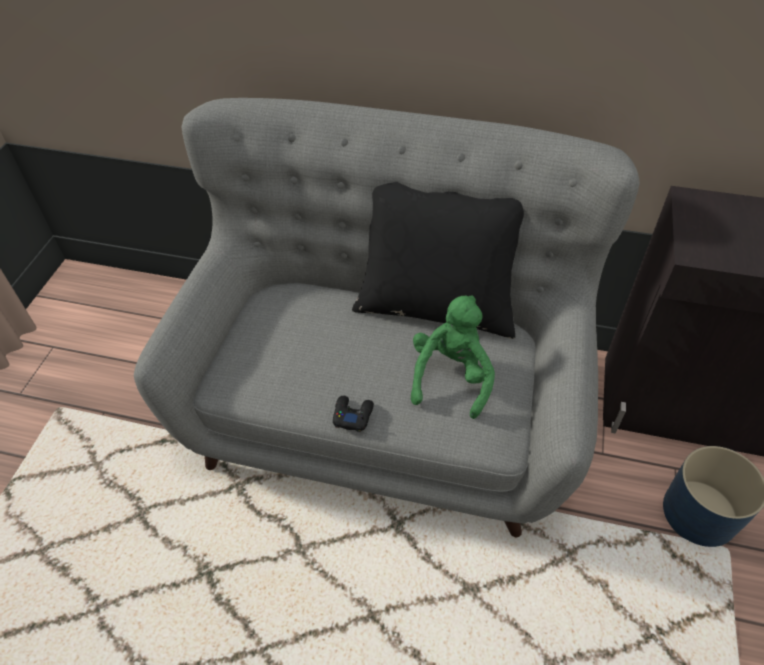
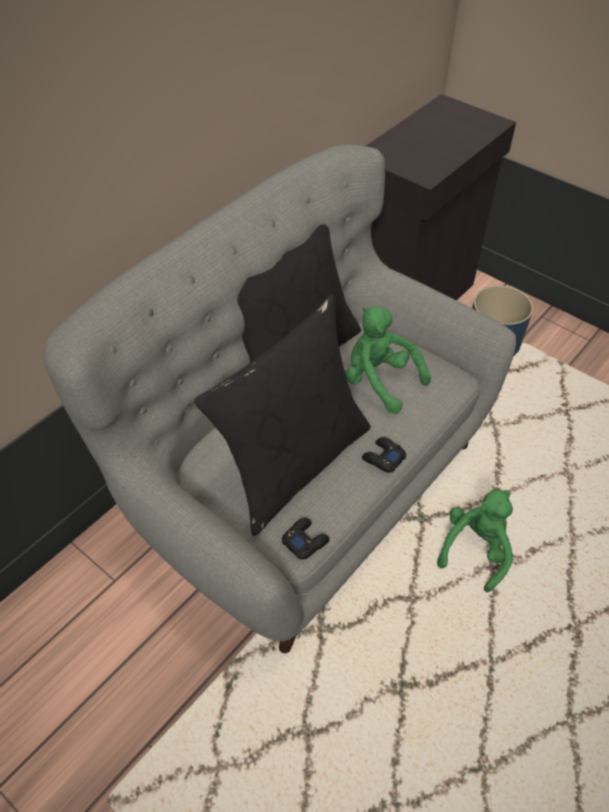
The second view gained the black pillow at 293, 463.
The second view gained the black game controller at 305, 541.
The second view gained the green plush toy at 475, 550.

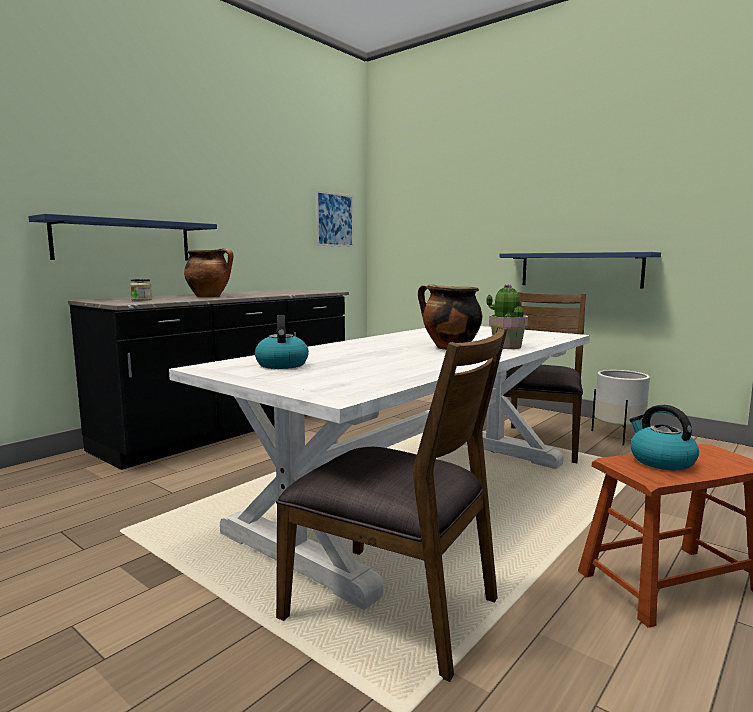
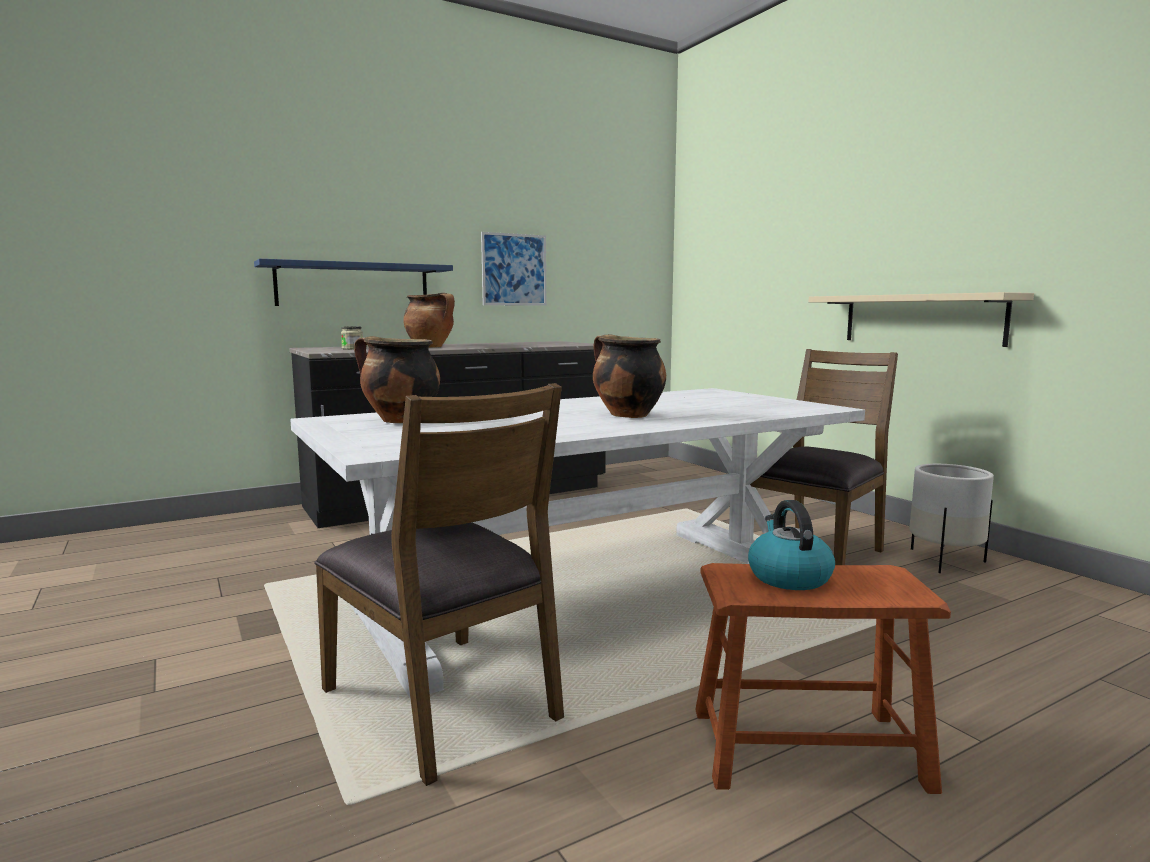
The second view lost the potted plant at 507, 346.
The picture ended up elsewhere, having gone from 335, 219 to 514, 269.
Where the kettle stood at 281, 364, the cooking pot came to stand at 399, 421.
What was the blue shelf at 580, 270 turned into the beige shelf at 921, 319.

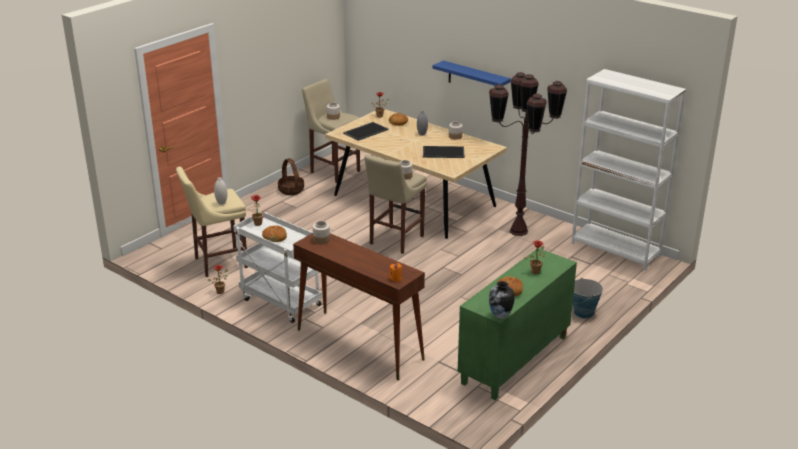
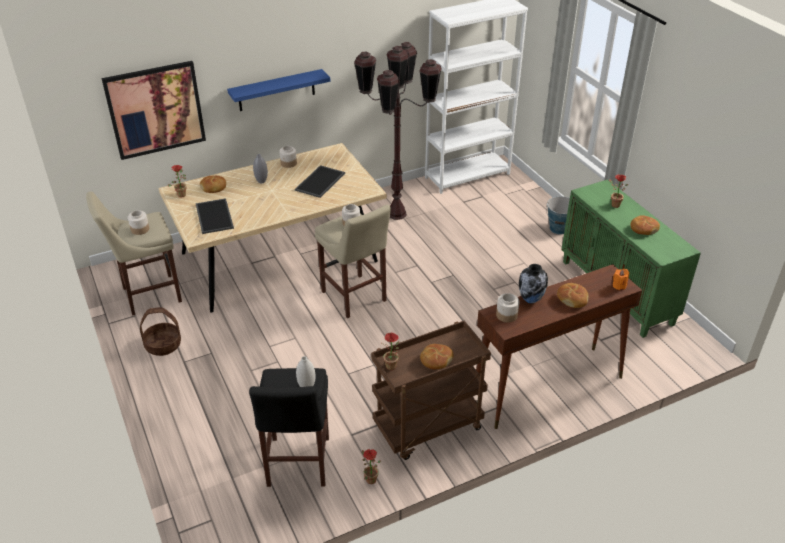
The second view gained the picture at 155, 110.
The second view gained the bread at 572, 299.
The vase ended up elsewhere, having gone from 500, 316 to 531, 300.
What was the beige stool at 218, 263 turned into the black stool at 297, 465.
What was the white cart at 279, 302 turned into the brown cart at 428, 428.

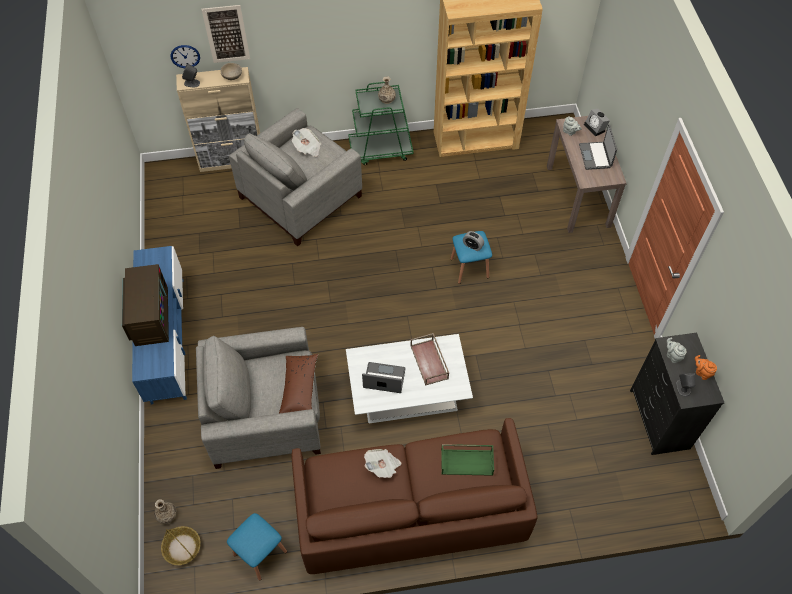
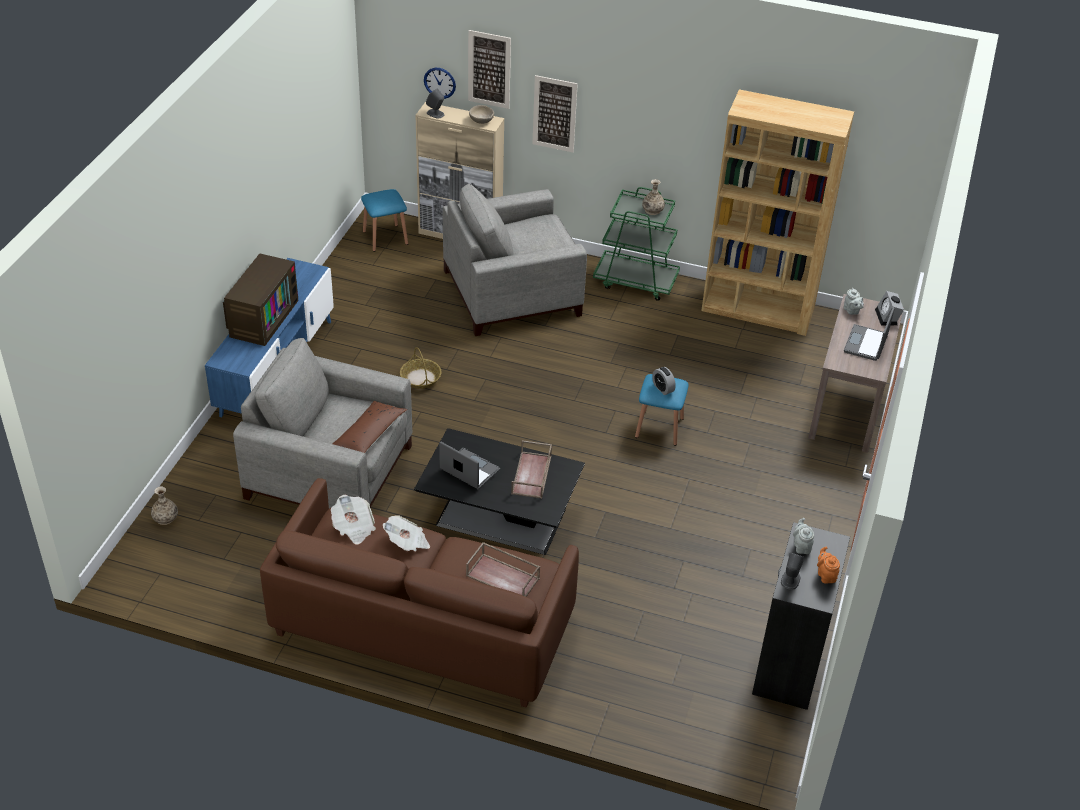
The second view gained the picture at 554, 114.
The basket ended up elsewhere, having gone from 182, 547 to 420, 378.
The blue stool ended up elsewhere, having gone from 260, 553 to 385, 238.
The newspaper ended up elsewhere, having gone from 307, 148 to 353, 528.
What was the white coffee table at 407, 394 turned into the black coffee table at 498, 516.
What was the green tray at 467, 462 turned into the brown tray at 503, 577.

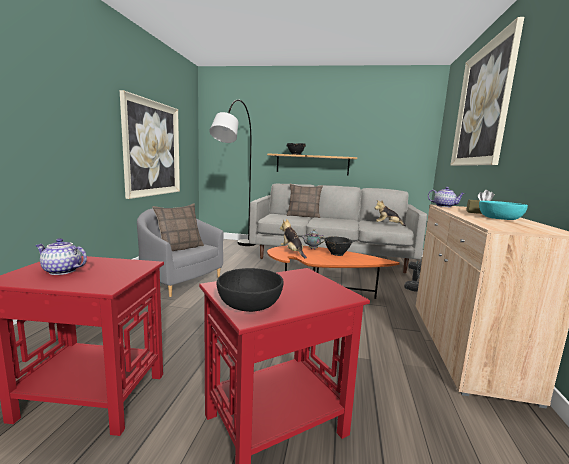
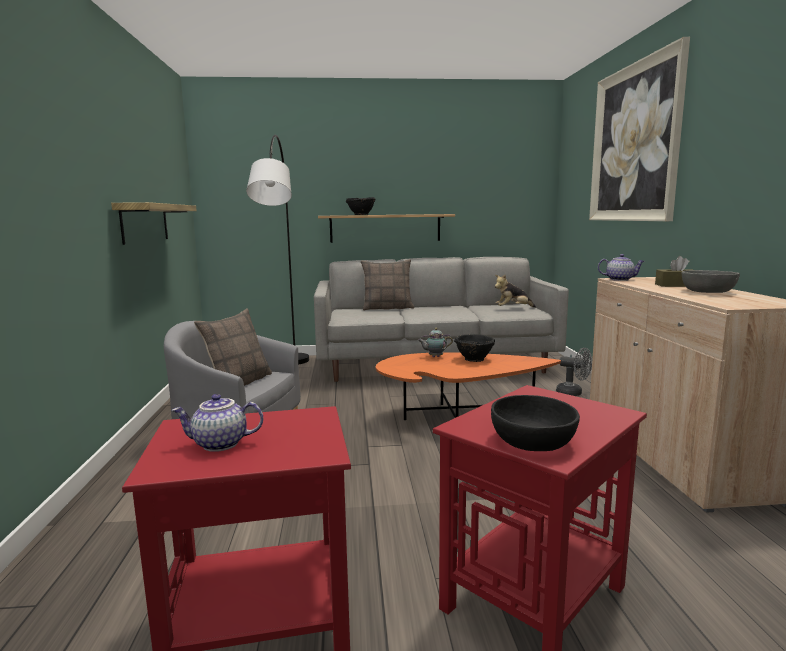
The second view lost the plush toy at 292, 252.
Where the picture hung at 152, 149, the shelf came to hang at 145, 223.
What was the turquoise bowl at 499, 218 turned into the grey bowl at 707, 291.

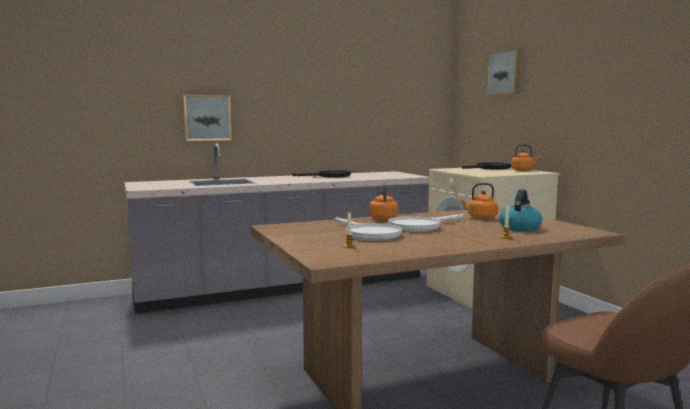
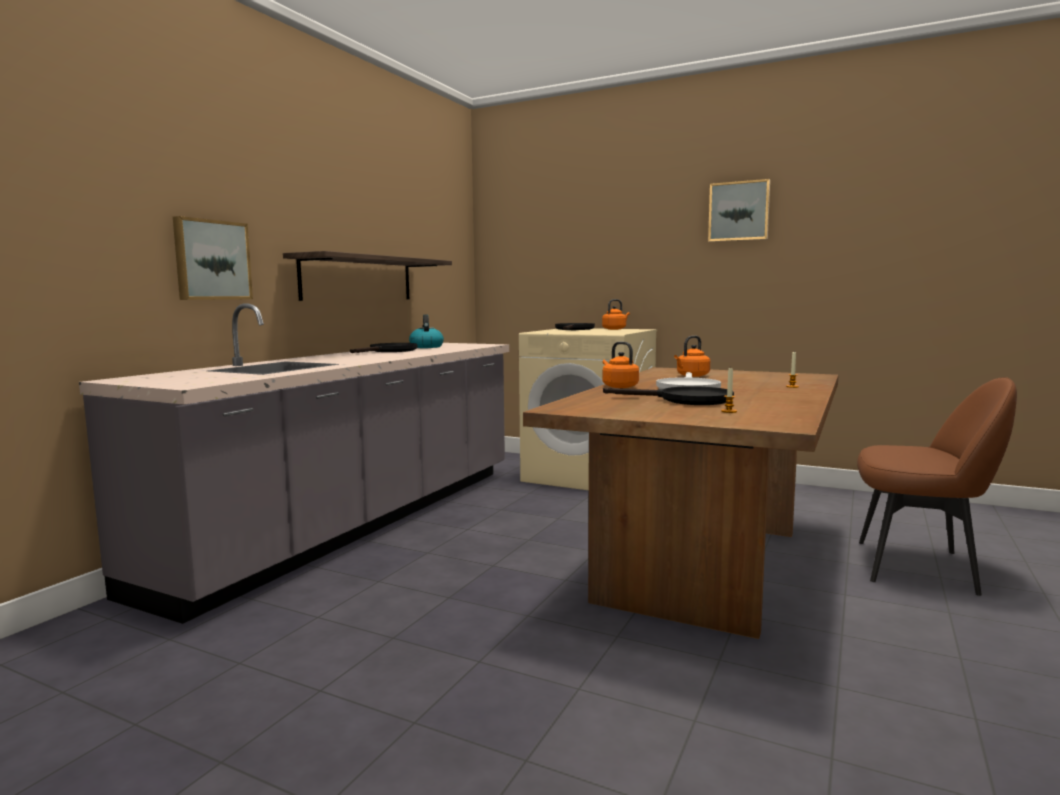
The second view gained the shelf at 358, 279.
The picture ended up elsewhere, having gone from 505, 73 to 739, 211.
The kettle ended up elsewhere, having gone from 519, 227 to 426, 347.
What was the white frying pan at 368, 234 turned into the black frying pan at 685, 400.

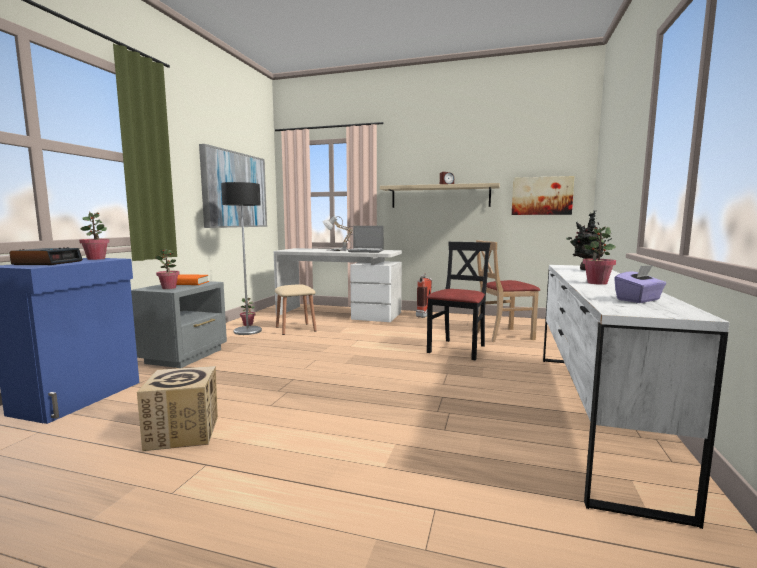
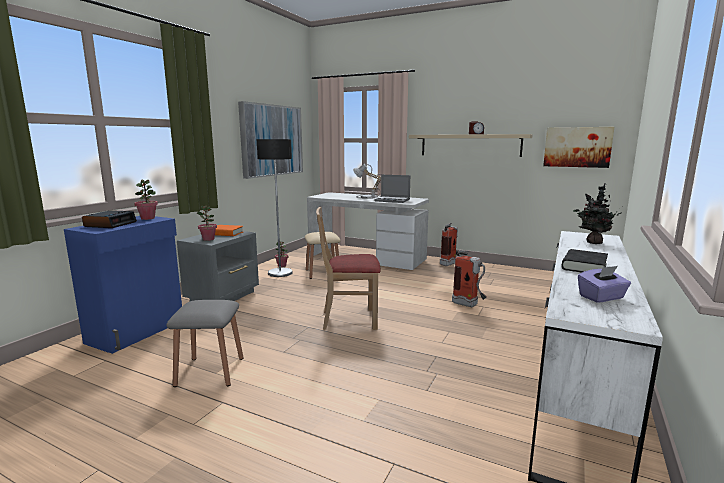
The beige chair ended up elsewhere, having gone from 503, 335 to 349, 319.
Where the cardboard box stood at 183, 432, the grey stool came to stand at 210, 371.
Where the black chair stood at 458, 349, the fire extinguisher came to stand at 469, 305.
Where the potted plant stood at 597, 283, the black book came to stand at 584, 266.

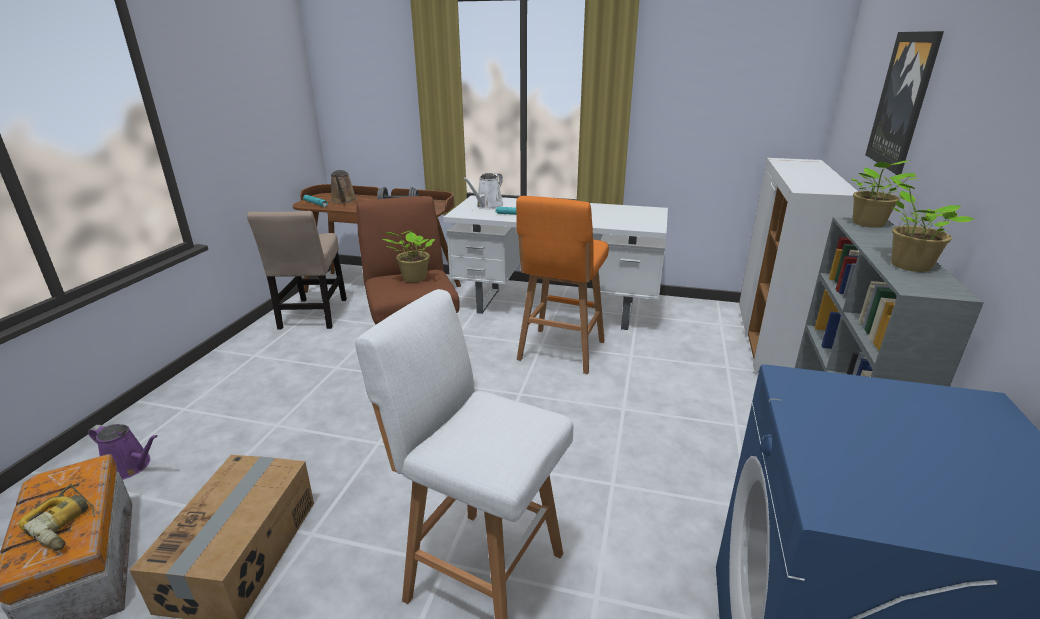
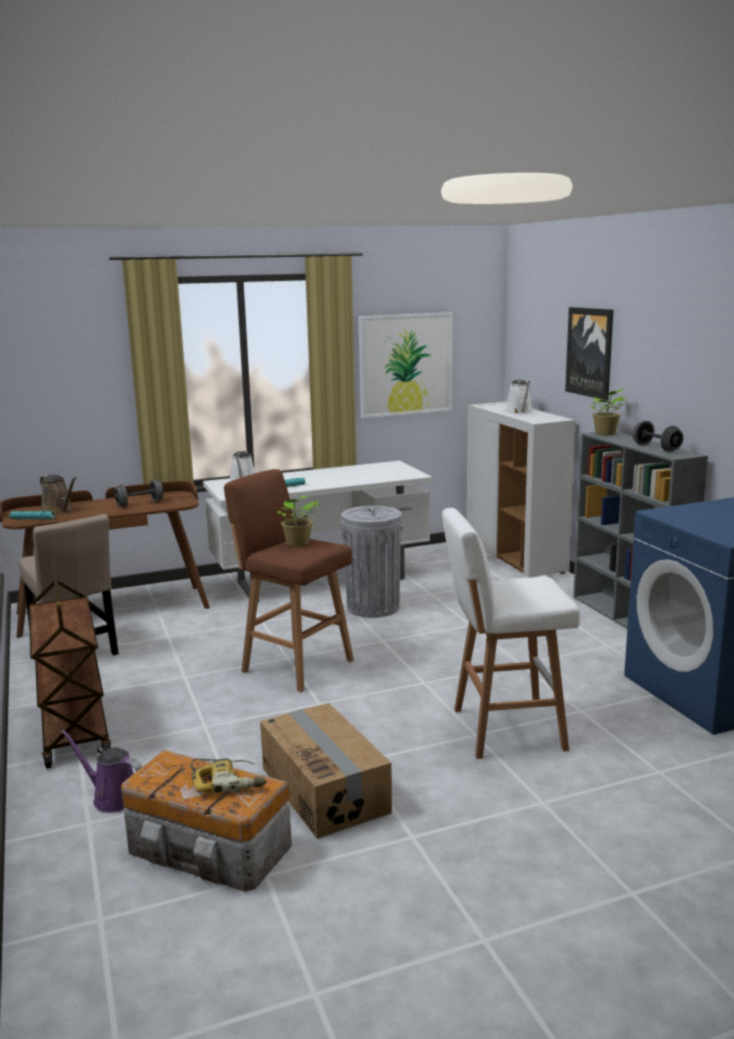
The second view gained the brown cart at 73, 727.
The second view gained the picture at 405, 364.
The second view gained the white watering can at 519, 412.
Where the orange stool stood at 560, 352, the grey trash can came to stand at 373, 607.
Where the potted plant stood at 907, 265, the grey dumbbell came to stand at 656, 448.
The purple watering can at 130, 467 ended up facing another way, 135 degrees counterclockwise from before.

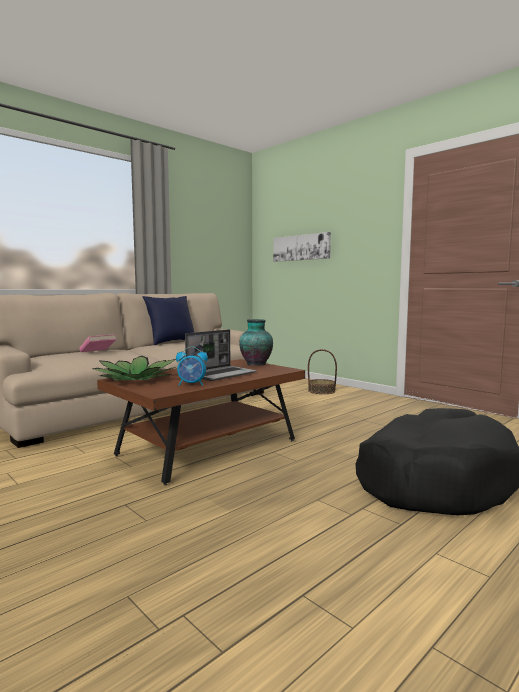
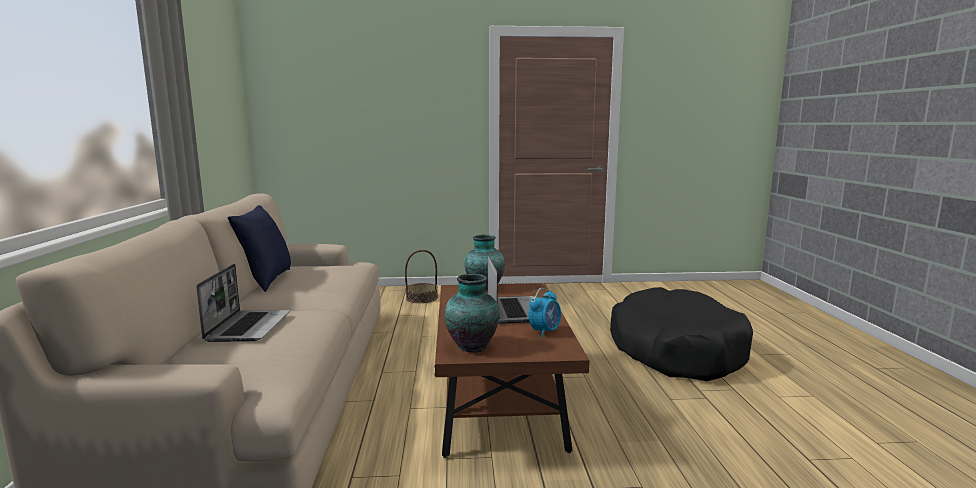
The second view lost the picture at 301, 247.
Where the pink book stood at 98, 352, the laptop came to stand at 248, 327.
Where the potted plant stood at 137, 379, the vase came to stand at 472, 346.

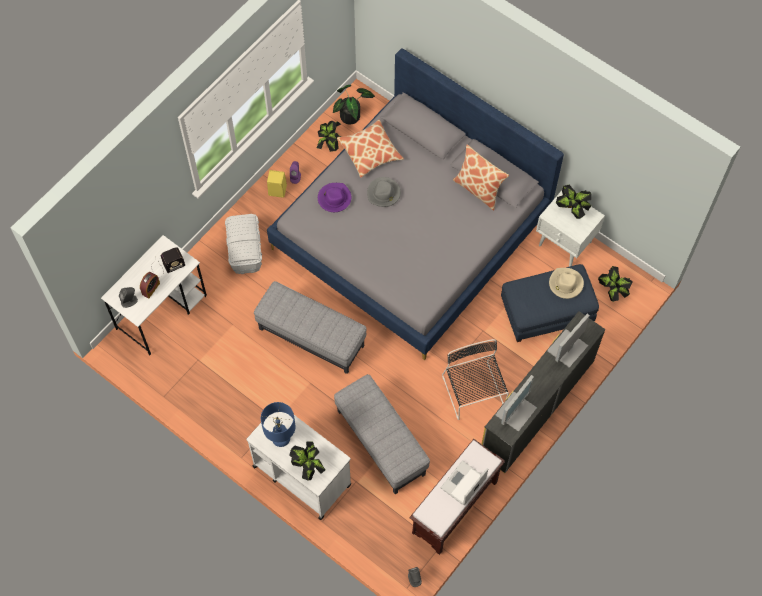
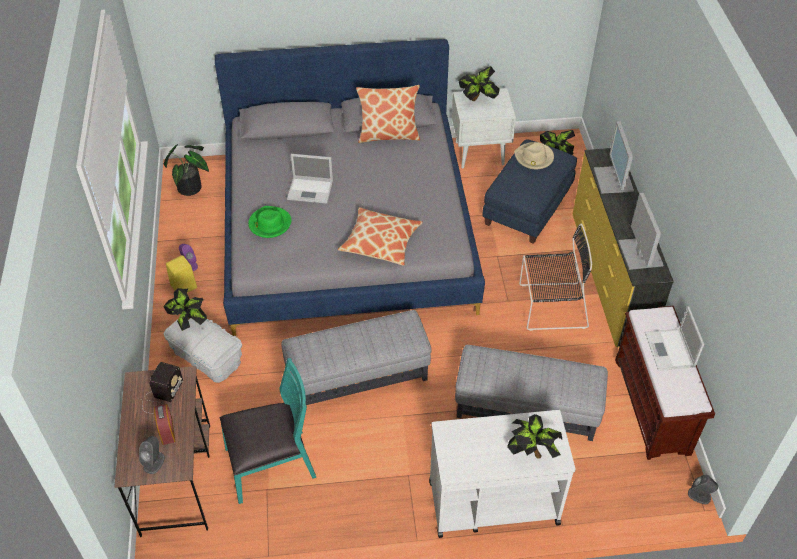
The second view lost the blue table lamp at 281, 437.
The second view gained the turquoise chair at 271, 464.
The potted plant ended up elsewhere, having gone from 329, 144 to 189, 322.
The pillow ended up elsewhere, having gone from 370, 152 to 380, 242.
Where the grey hat stood at 384, 193, the laptop came to stand at 311, 190.
What was the white desk at 162, 311 turned into the brown desk at 176, 477.
What was the purple hat at 334, 198 turned into the green hat at 269, 224.
The black chair at 474, 393 ended up facing another way, 150 degrees clockwise from before.

